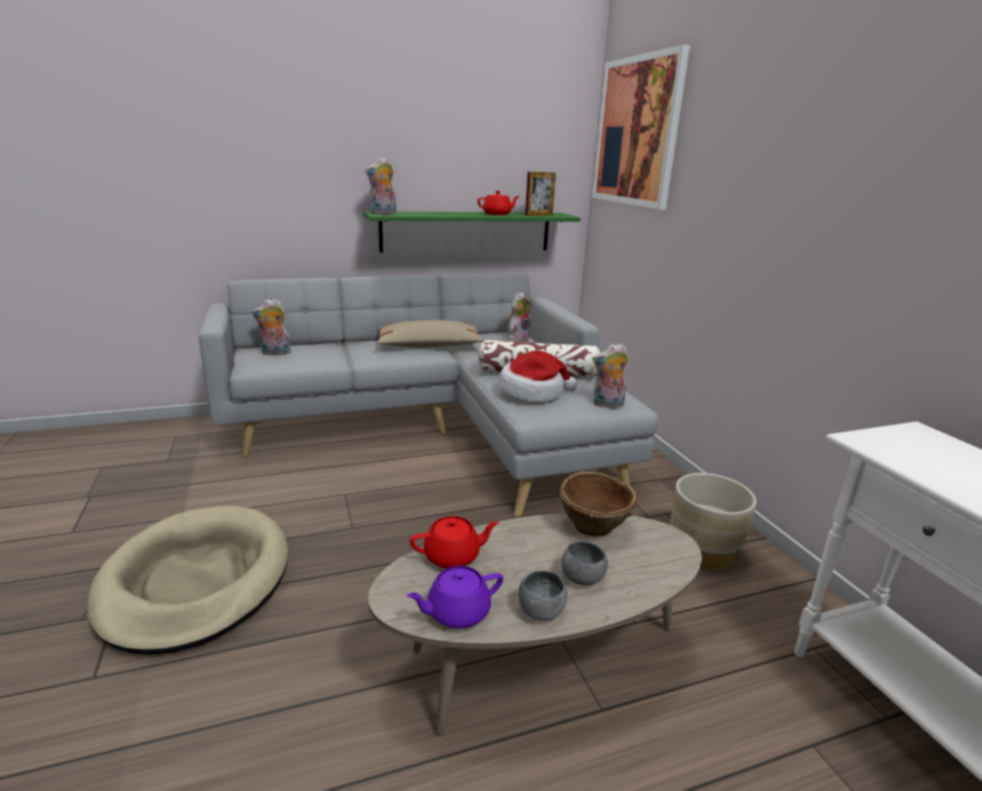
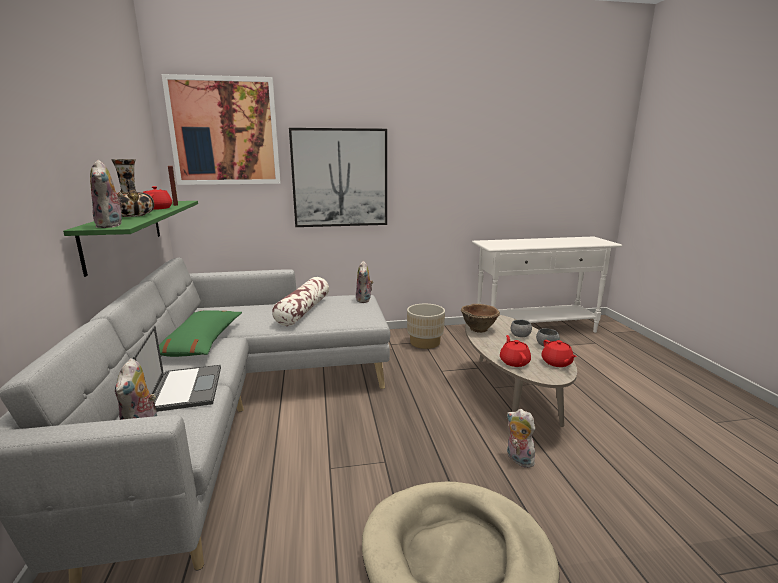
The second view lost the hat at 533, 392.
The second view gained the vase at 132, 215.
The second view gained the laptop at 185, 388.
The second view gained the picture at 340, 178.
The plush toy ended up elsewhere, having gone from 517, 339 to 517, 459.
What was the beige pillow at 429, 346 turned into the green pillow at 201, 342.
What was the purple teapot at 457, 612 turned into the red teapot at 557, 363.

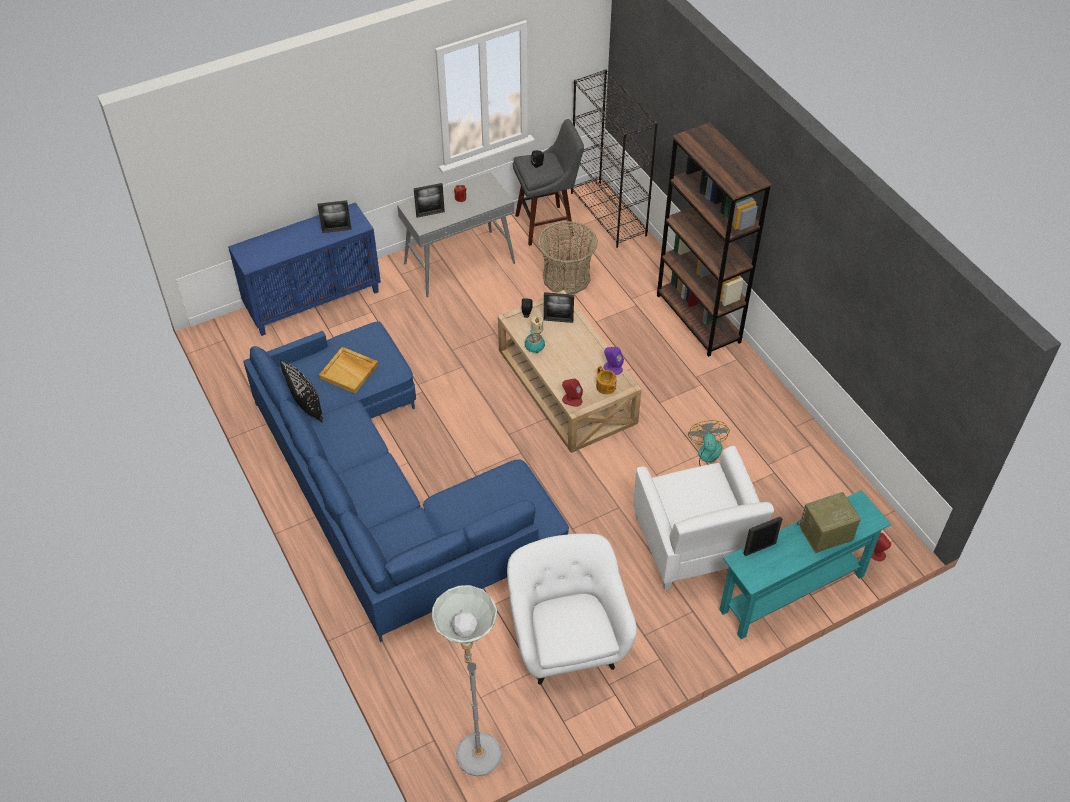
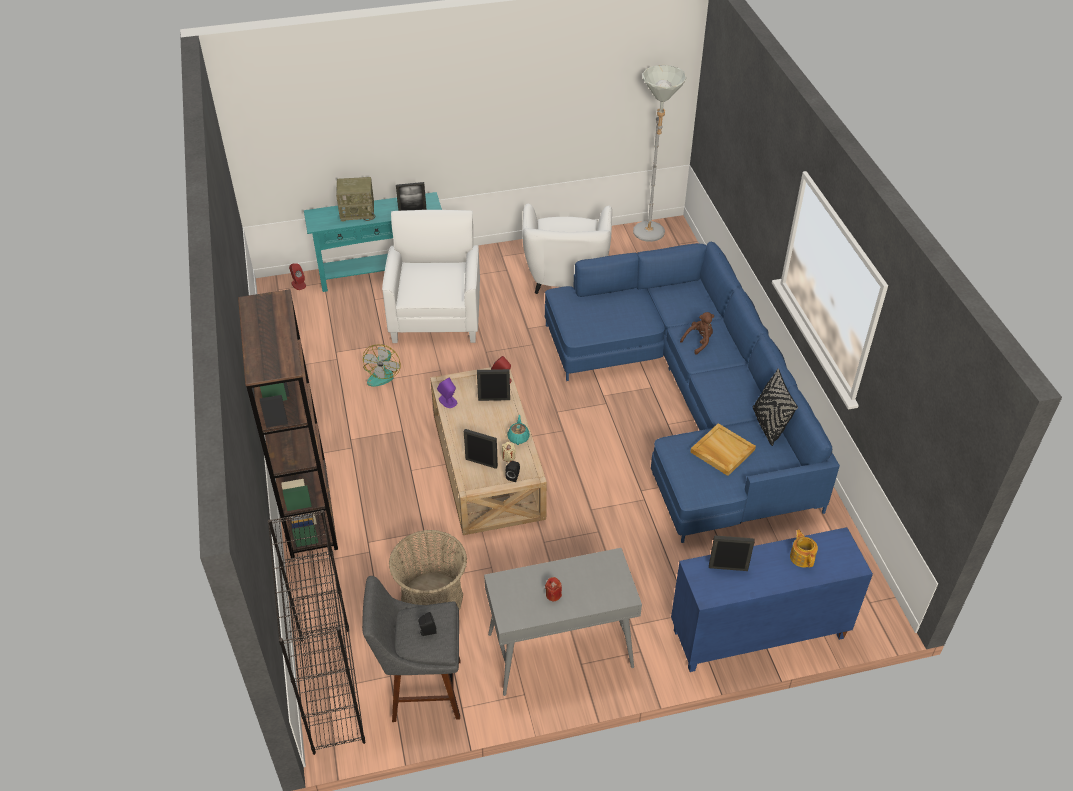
The second view gained the brown plush toy at 699, 341.
The picture frame ended up elsewhere, having gone from 430, 214 to 494, 399.
The teapot ended up elsewhere, having gone from 606, 387 to 802, 557.

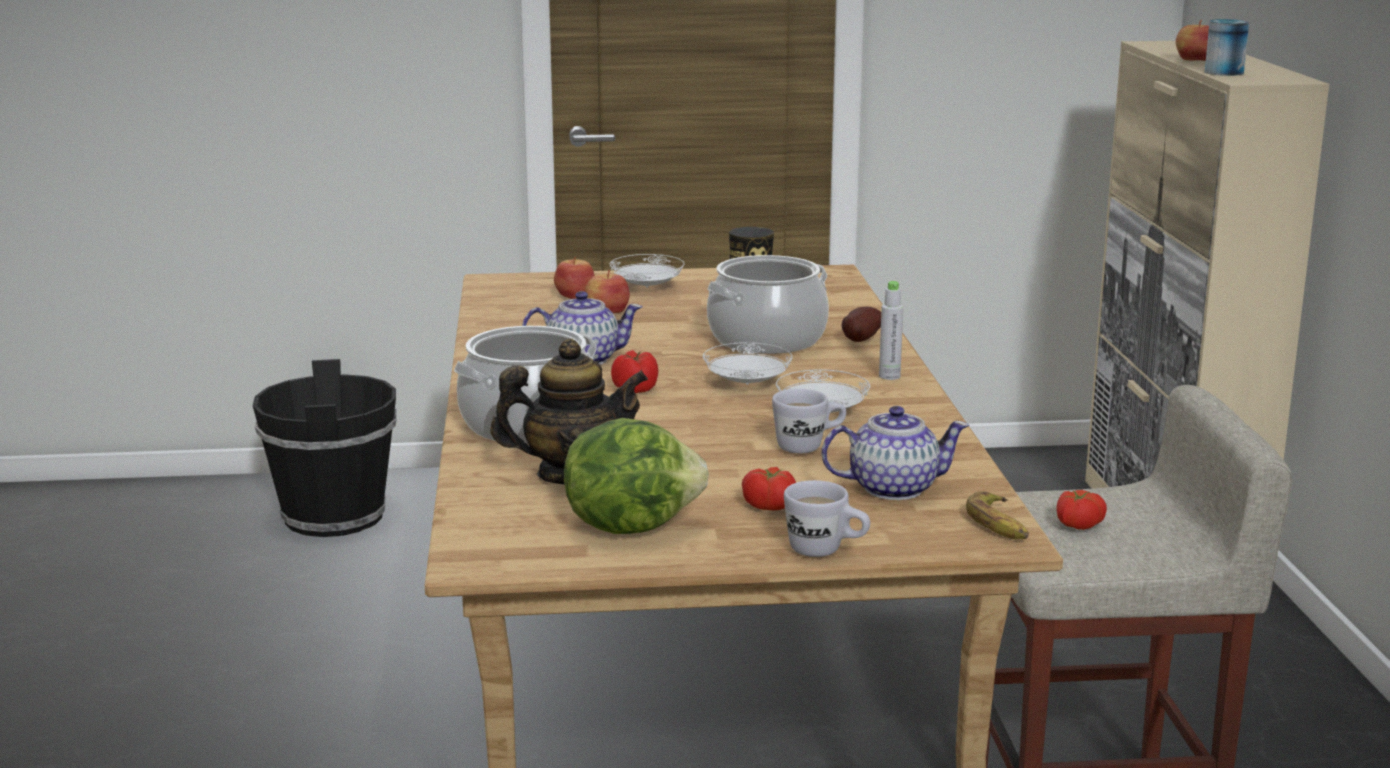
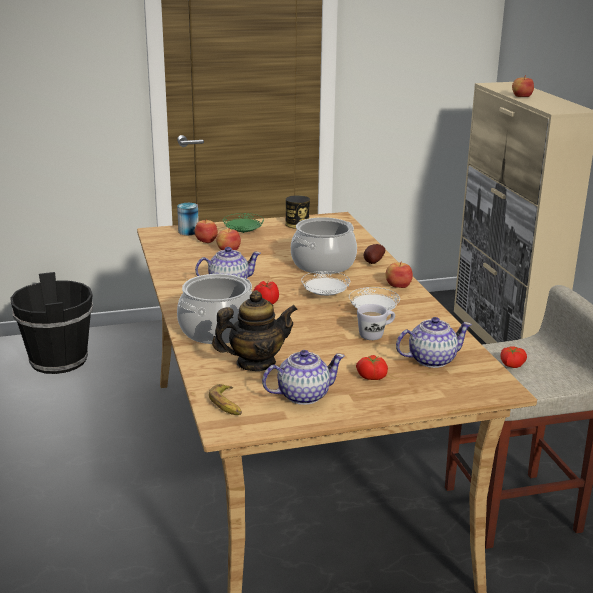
The second view lost the white mug at 826, 551.
The banana ended up elsewhere, having gone from 999, 525 to 227, 405.
The can ended up elsewhere, having gone from 1224, 72 to 188, 231.
Where the lettuce stood at 631, 525, the teapot came to stand at 302, 395.
Where the grey bottle stood at 889, 376, the apple came to stand at 398, 285.
What was the white plate at 647, 287 turned into the green plate at 243, 232.

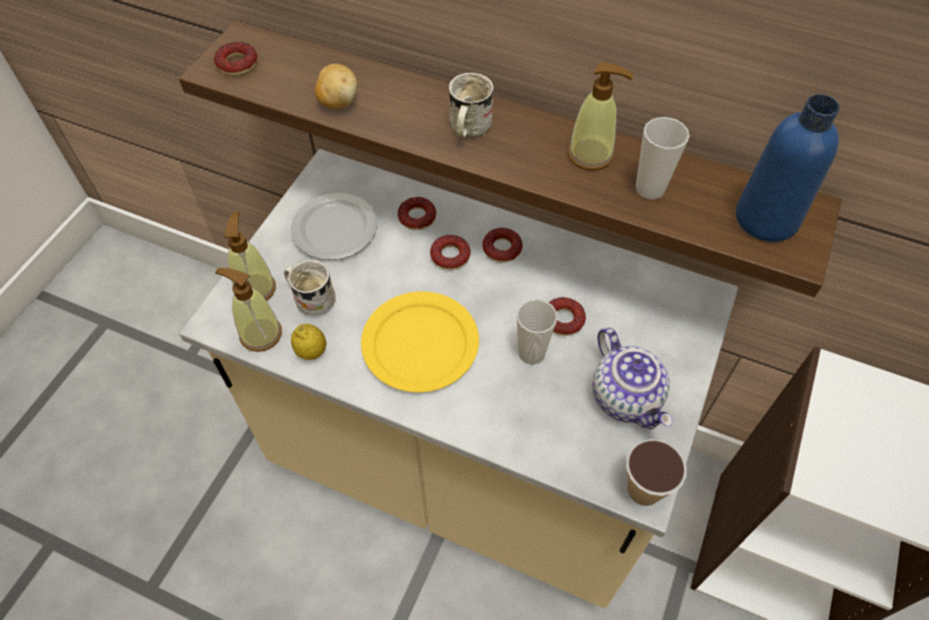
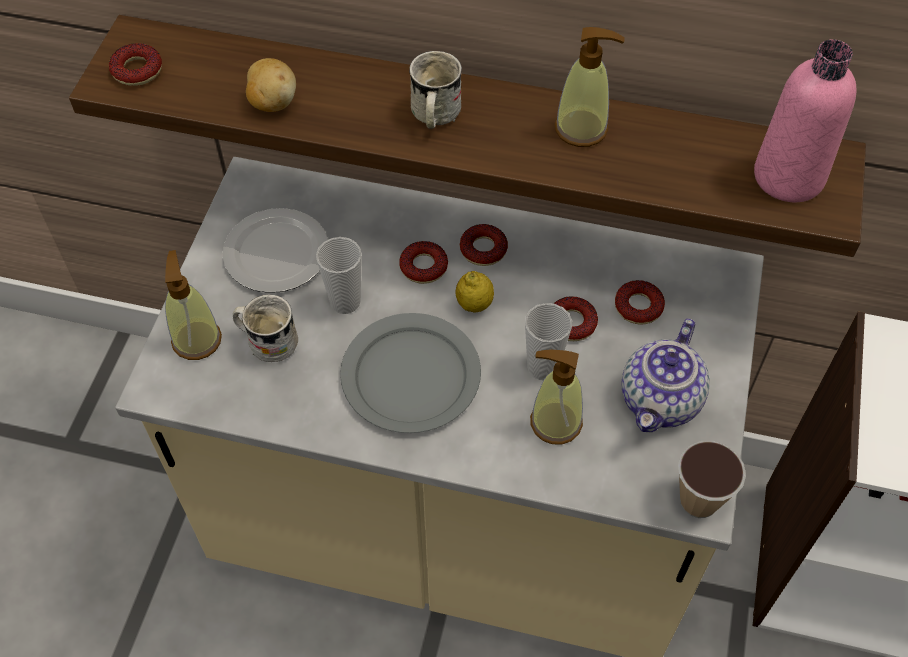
The soap dispenser ended up elsewhere, having gone from 260, 334 to 555, 422.
The lemon ended up elsewhere, having gone from 311, 351 to 474, 304.
The donut ended up elsewhere, having gone from 417, 217 to 638, 306.
The cup ended up elsewhere, having gone from 650, 189 to 345, 302.
What was the yellow plate at 420, 343 turned into the grey plate at 410, 375.
What was the blue bottle at 766, 218 turned into the pink bottle at 788, 176.
The teapot at 627, 397 ended up facing another way, 60 degrees clockwise from before.

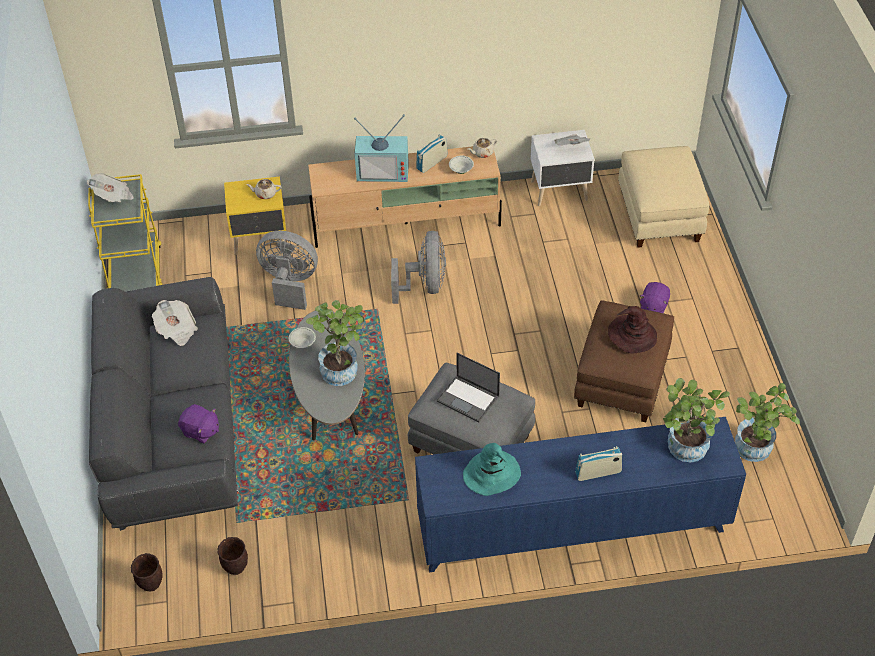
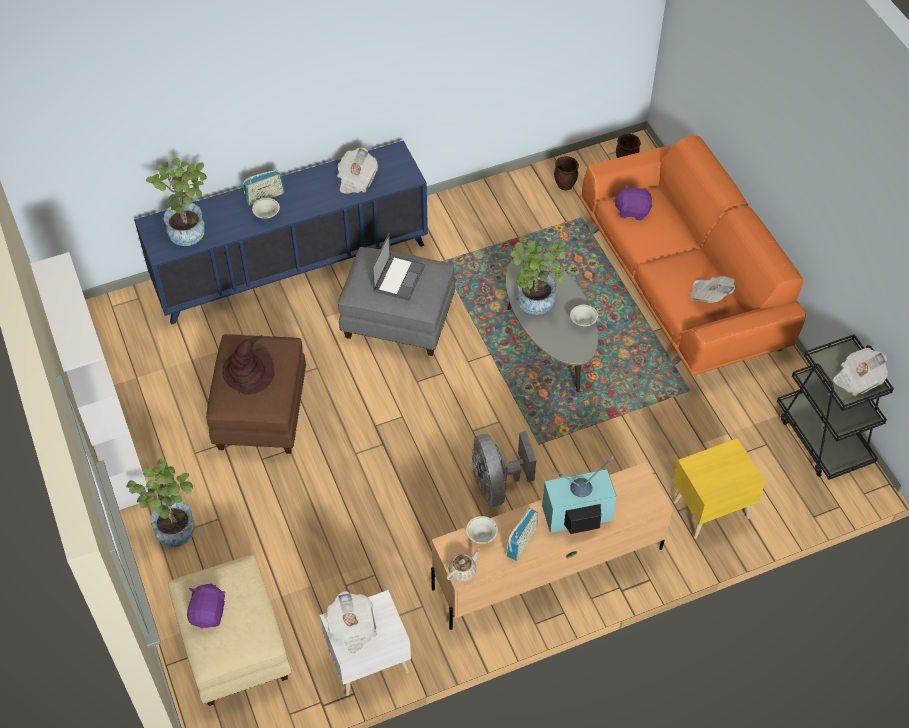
The second view lost the beige teapot at 265, 194.
The second view lost the grey fan at 289, 284.
The second view gained the white bookcase at 116, 454.
The second view gained the white bowl at 267, 215.
The purple plush toy ended up elsewhere, having gone from 653, 306 to 208, 613.
The potted plant ended up elsewhere, having gone from 754, 452 to 173, 525.
Where the turquoise hat stood at 492, 474, the newspaper came to stand at 356, 180.
What was the yellow cart at 135, 271 turned into the black cart at 823, 438.
What was the grey sofa at 172, 426 turned into the orange sofa at 682, 284.
The laptop at 468, 399 ended up facing another way, 90 degrees clockwise from before.

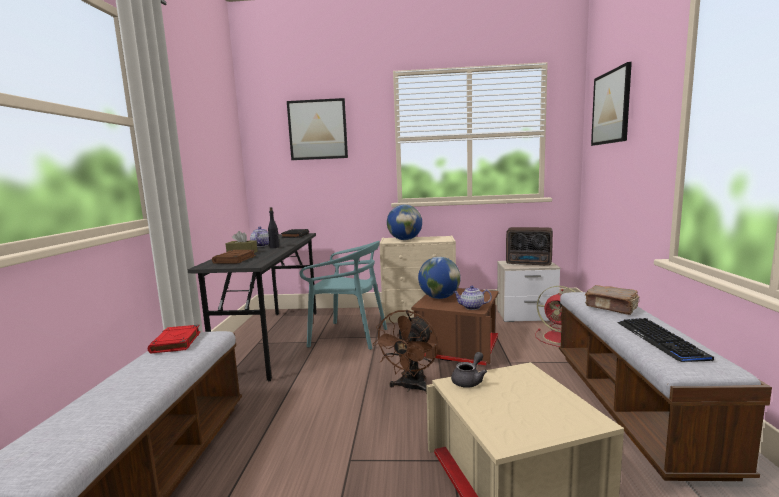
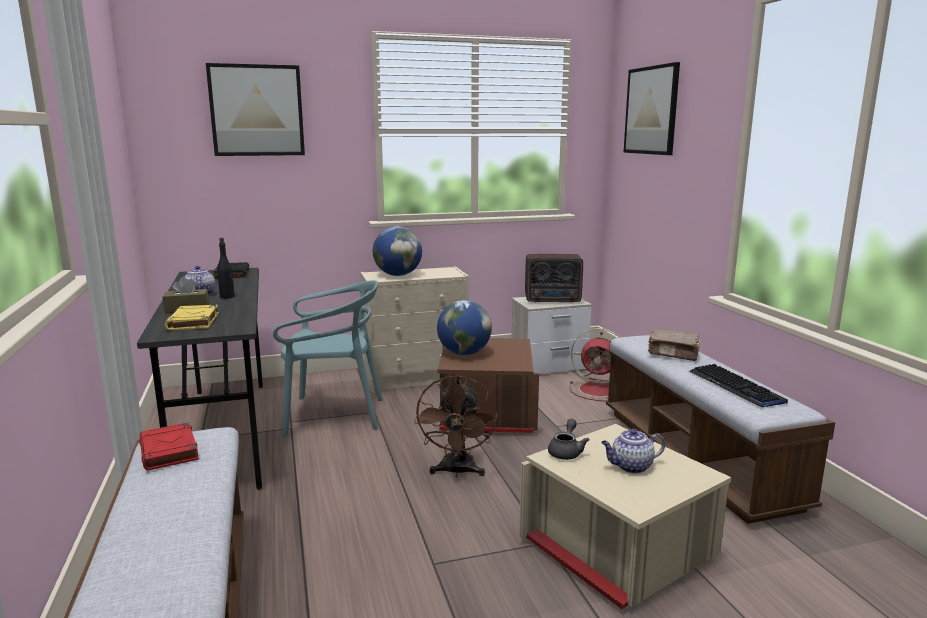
The teapot ended up elsewhere, having gone from 471, 307 to 631, 467.
What was the brown book at 235, 260 turned into the yellow book at 193, 322.

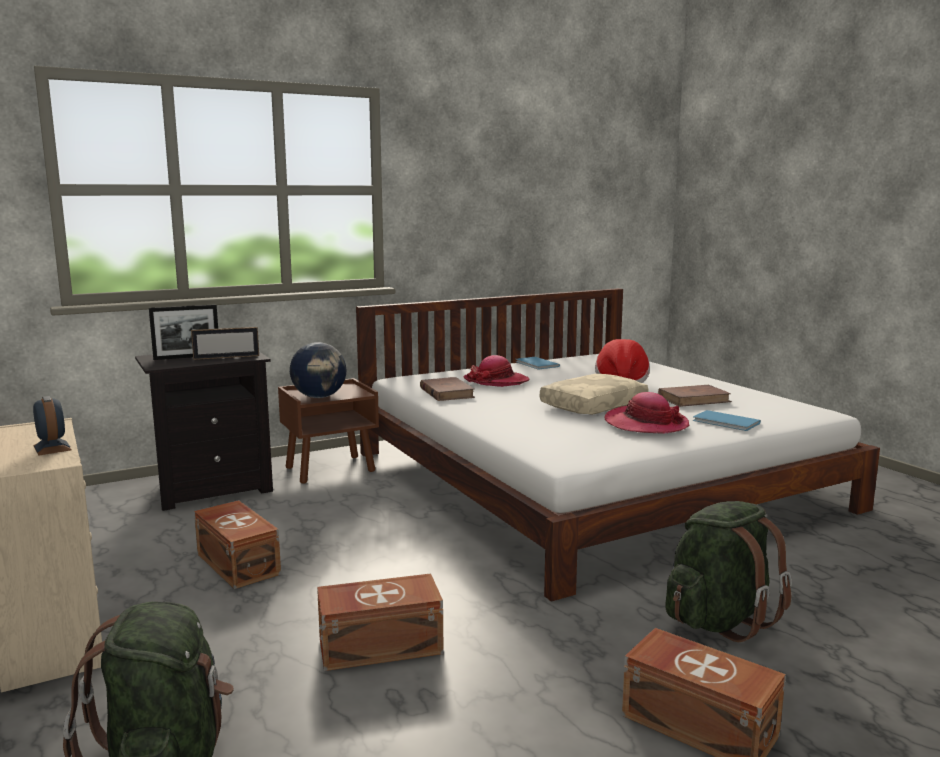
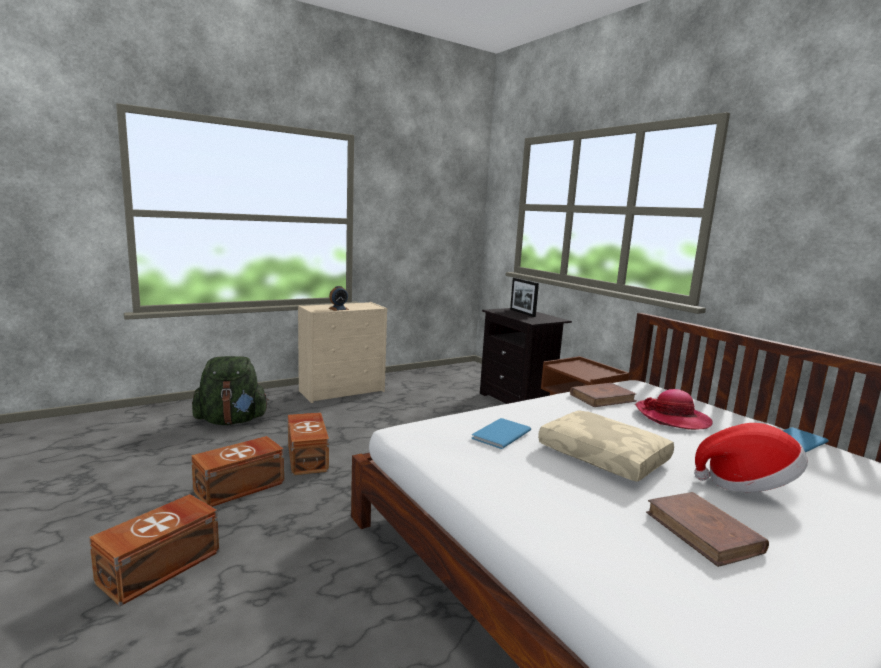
The second view lost the picture frame at 226, 357.
The second view lost the globe at 319, 397.
The second view lost the hat at 646, 424.
The second view lost the green backpack at 719, 620.
The brown storage box ended up elsewhere, having gone from 239, 563 to 241, 487.
The blue book ended up elsewhere, having gone from 726, 422 to 499, 434.

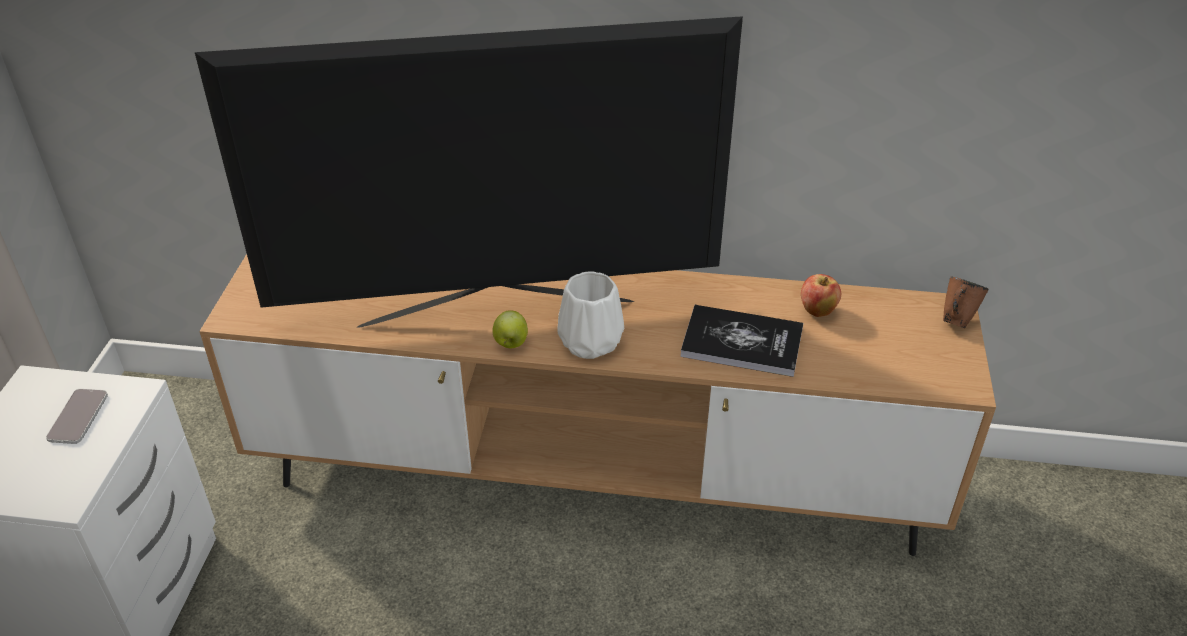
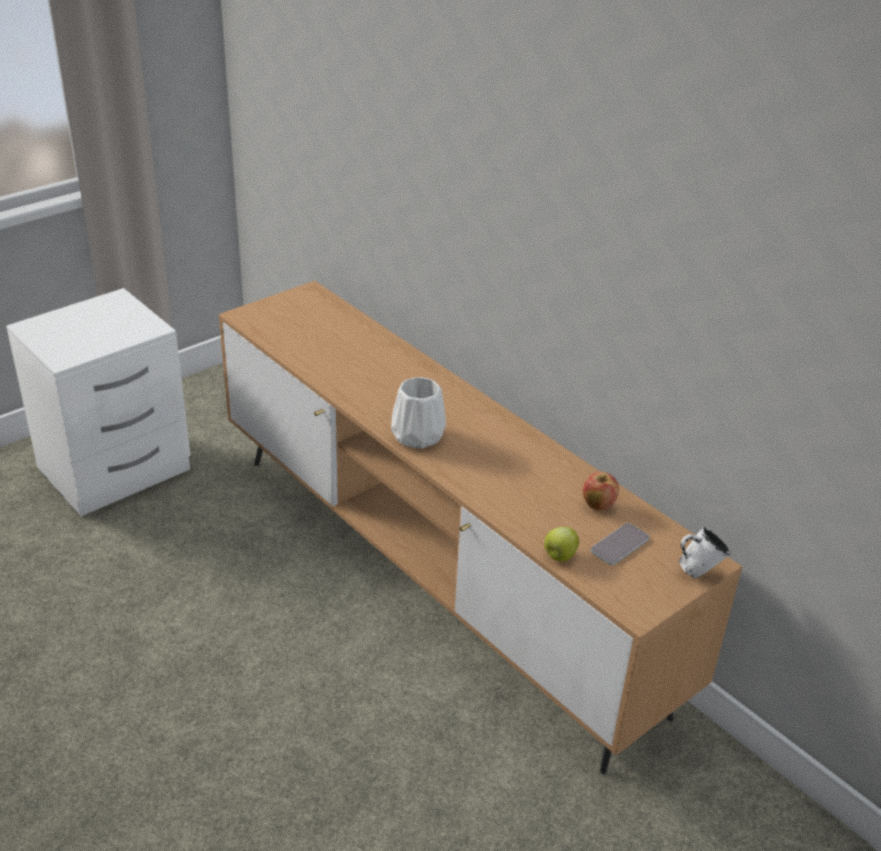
The second view lost the television at 496, 311.
The second view lost the book at 742, 342.
The phone ended up elsewhere, having gone from 78, 417 to 619, 545.
The apple ended up elsewhere, having gone from 511, 343 to 559, 556.
What was the brown mug at 956, 320 turned into the white mug at 698, 571.

